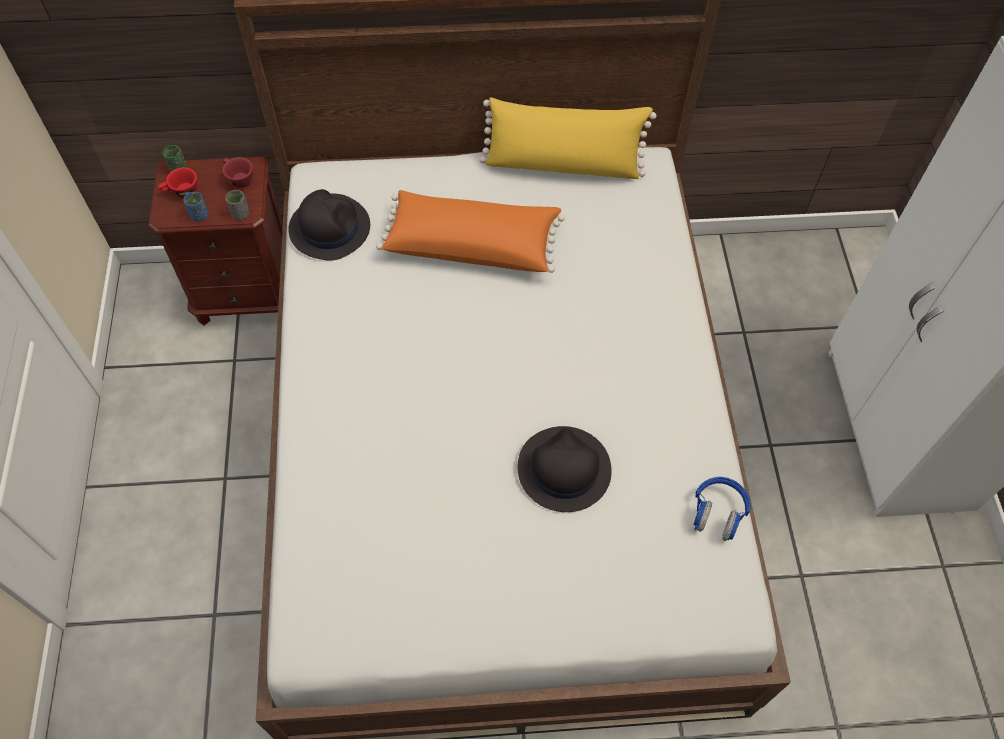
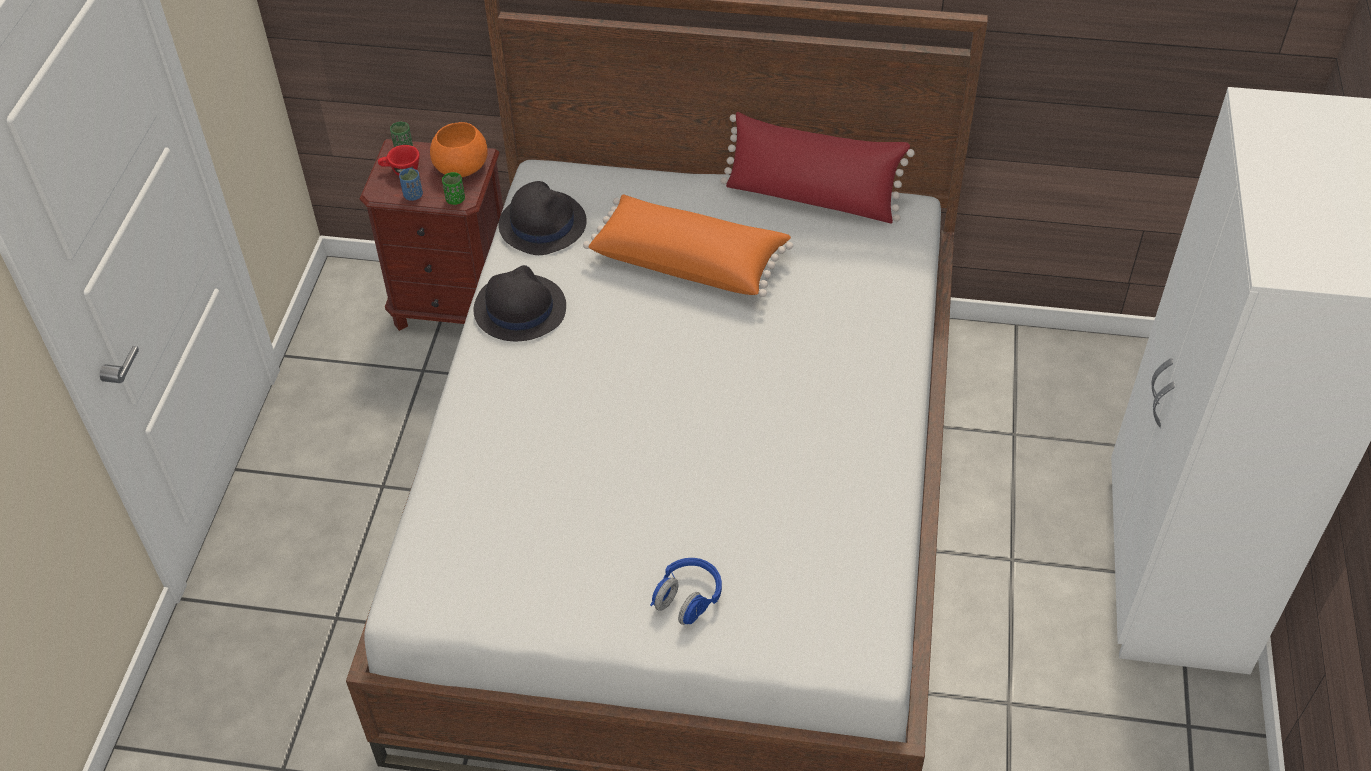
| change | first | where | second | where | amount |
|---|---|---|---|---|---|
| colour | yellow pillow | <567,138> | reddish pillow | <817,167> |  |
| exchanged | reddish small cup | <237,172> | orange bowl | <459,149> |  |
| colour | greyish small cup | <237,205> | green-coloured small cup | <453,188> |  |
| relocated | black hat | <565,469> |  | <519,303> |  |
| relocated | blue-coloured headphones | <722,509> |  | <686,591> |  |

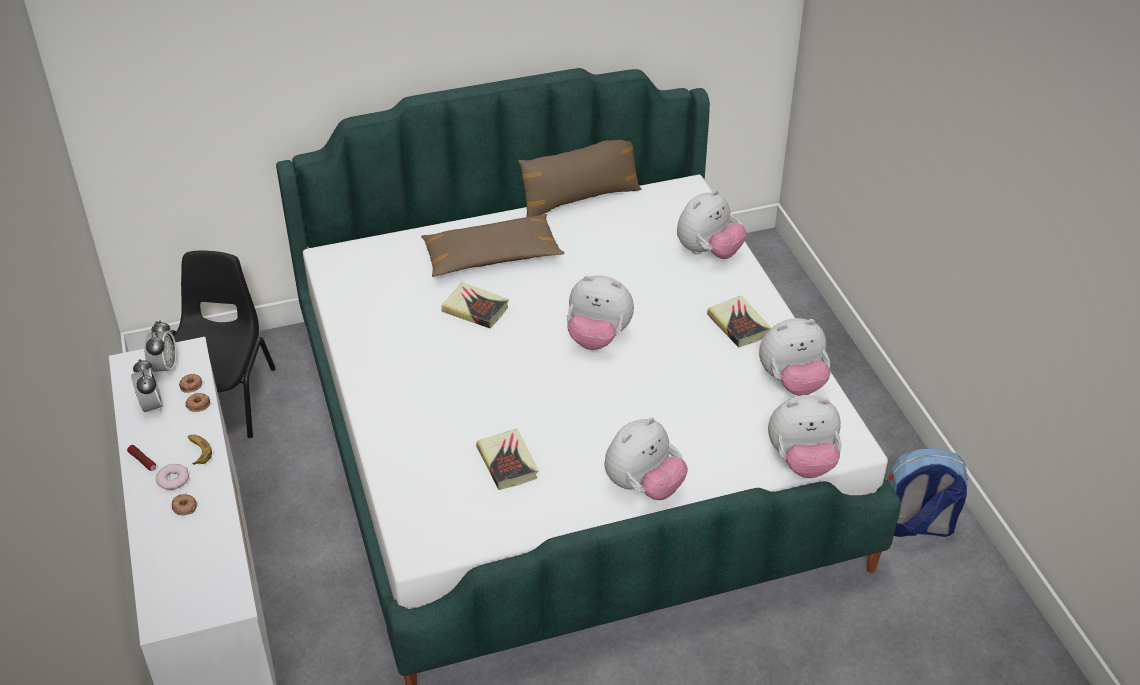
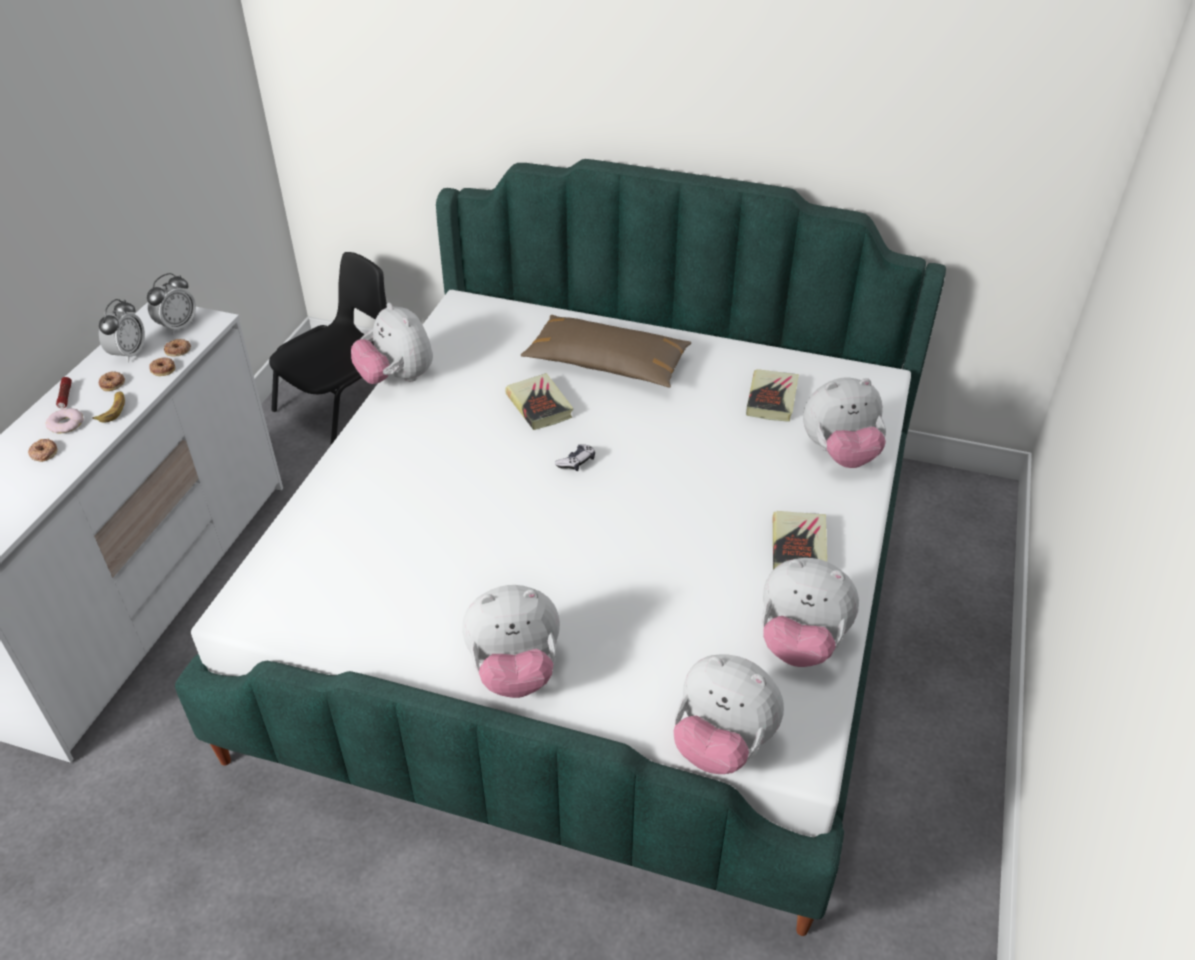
| change | first | where | second | where | amount |
|---|---|---|---|---|---|
| missing | brownish pillow | <579,178> |  |  |  |
| relocated | cuddly toy | <600,312> |  | <392,343> |  |
| relocated | volume | <507,459> |  | <772,395> |  |
| missing | backpack | <927,492> |  |  |  |
| appeared |  |  | doughnut | <112,381> |  |
| appeared |  |  | game controller | <575,457> |  |

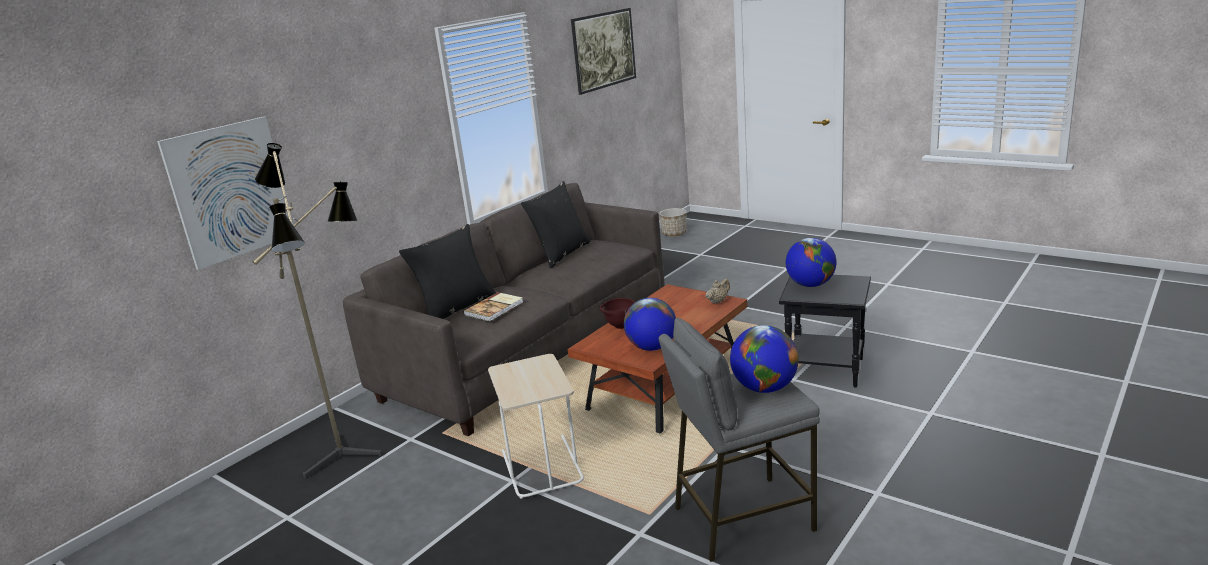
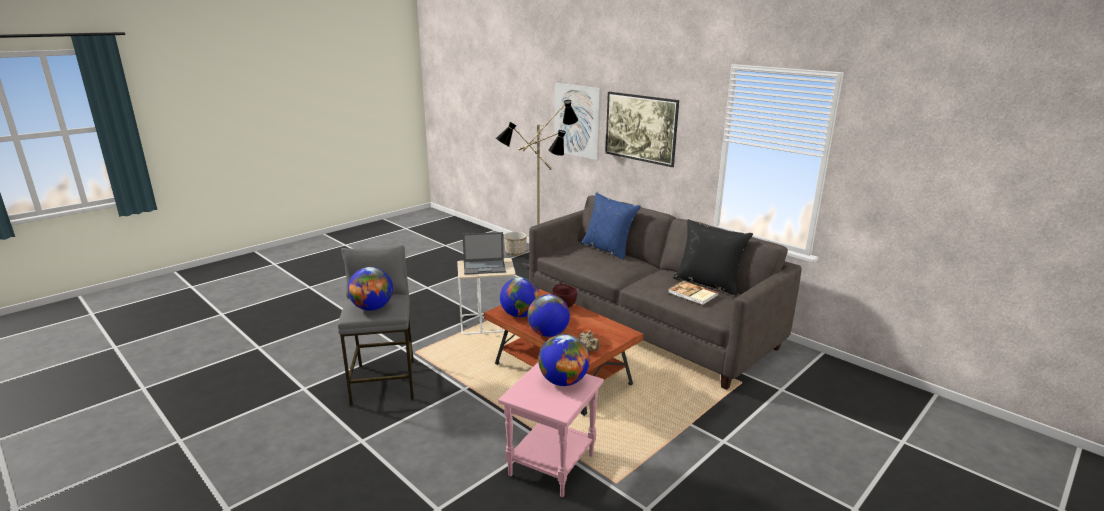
| change | first | where | second | where | amount |
|---|---|---|---|---|---|
| relocated | wall picture | <603,51> |  | <642,129> |  |
| relocated | plant pot | <673,222> |  | <515,244> |  |
| colour | black pillow | <447,271> | blue-coloured pillow | <611,226> |  |
| colour | black side table | <825,331> | pink side table | <551,429> |  |
| relocated | volume | <493,307> |  | <693,293> |  |
| appeared |  |  | notebook computer | <484,253> |  |
| appeared |  |  | desk globe | <548,315> |  |

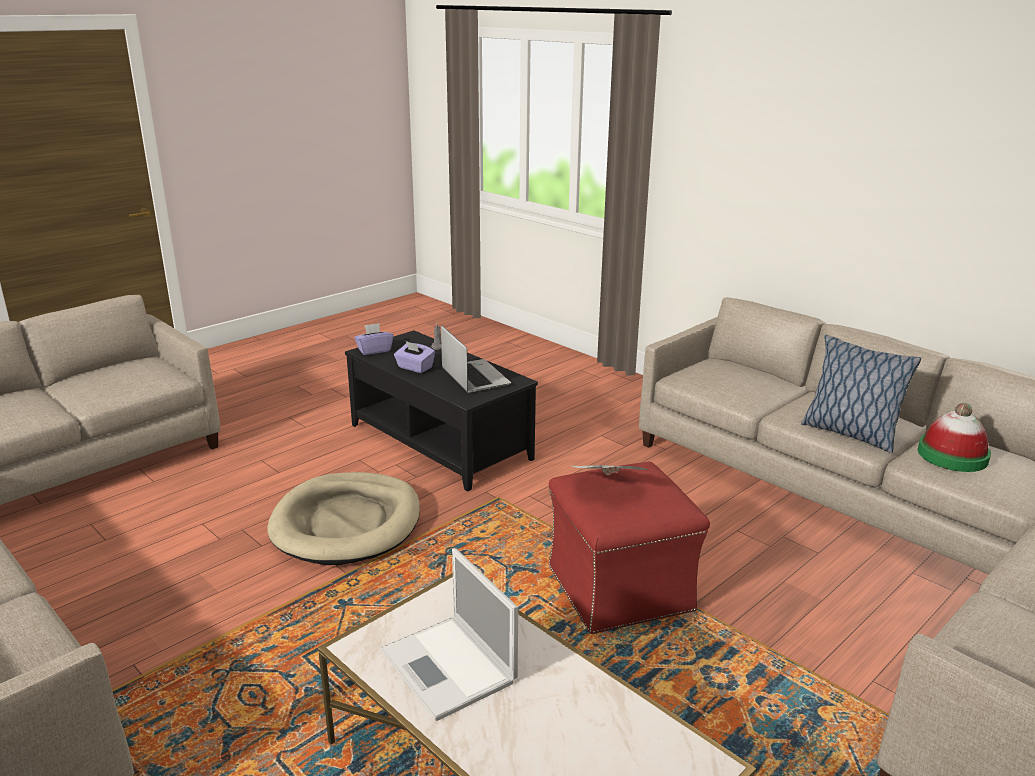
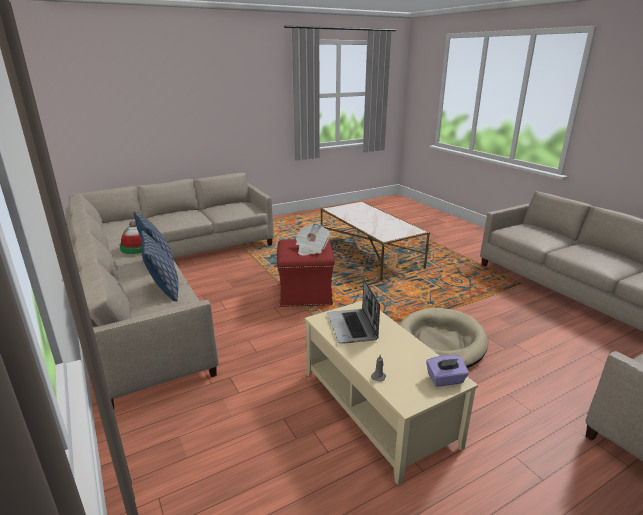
| change | first | where | second | where | amount |
|---|---|---|---|---|---|
| colour | black lounge table | <441,411> | beige lounge table | <391,393> |  |
| missing | purple tissue box | <414,357> |  |  |  |
| missing | notebook computer | <449,634> |  |  |  |
| appeared |  |  | pillow | <159,266> |  |

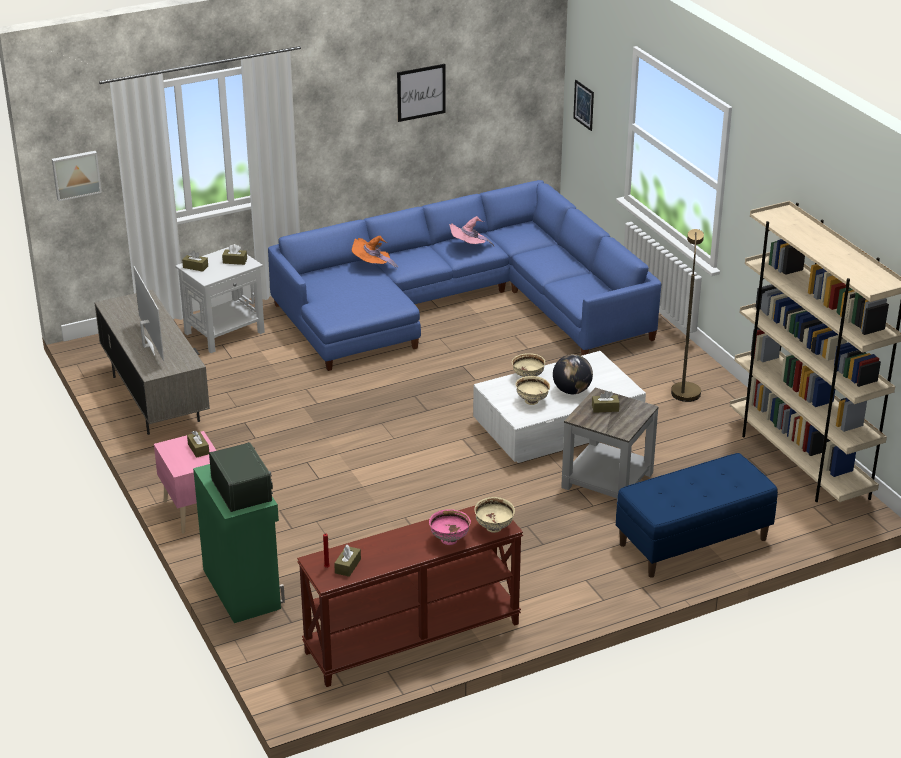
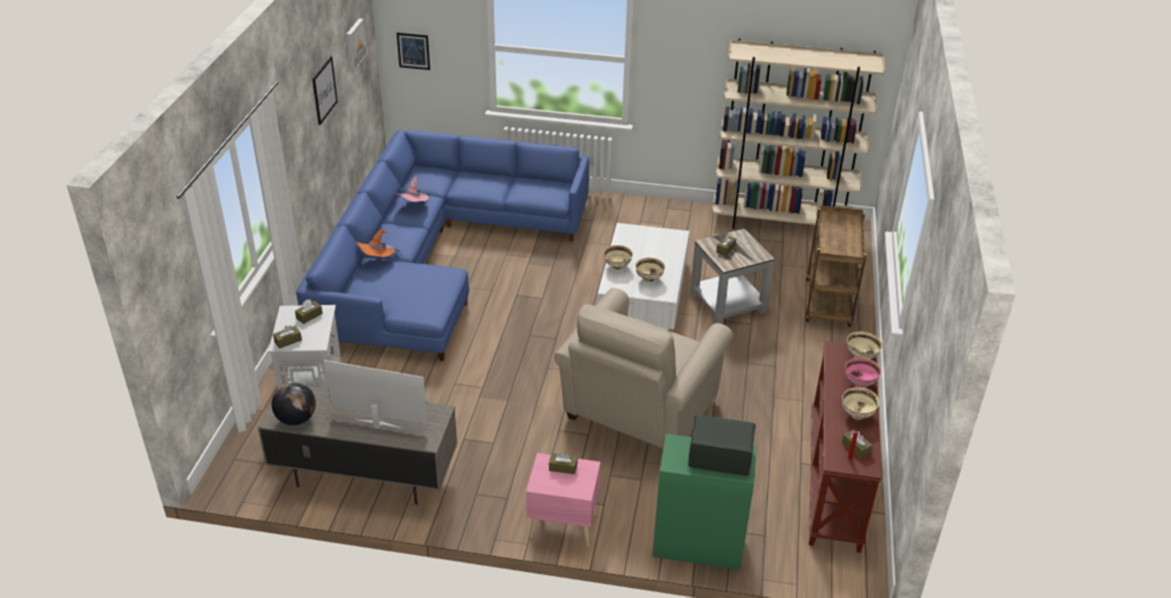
| change | first | where | second | where | amount |
|---|---|---|---|---|---|
| relocated | wall picture | <77,176> |  | <356,44> |  |
| missing | brownish standard lamp | <687,315> |  |  |  |
| relocated | desk globe | <573,374> |  | <294,403> |  |
| exchanged | blue-coloured long seat | <697,515> | brownish cart | <836,266> |  |
| appeared |  |  | beige armchair | <643,368> |  |
| appeared |  |  | beige bowl | <860,403> |  |

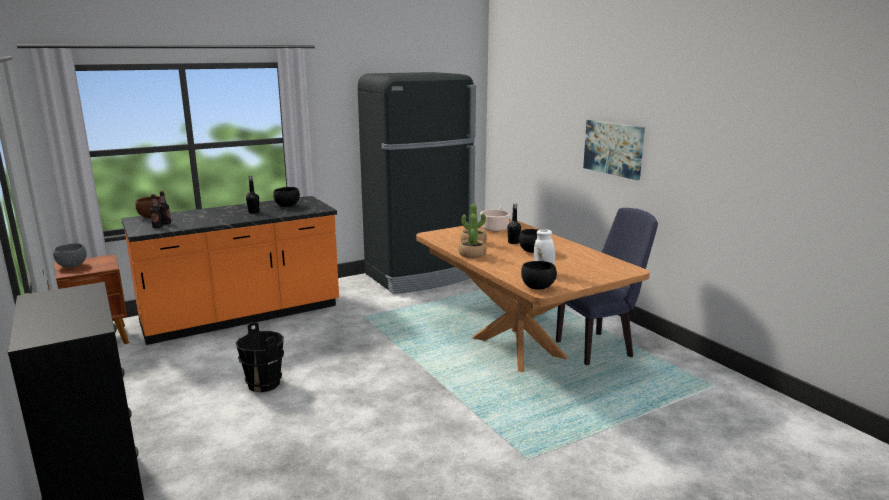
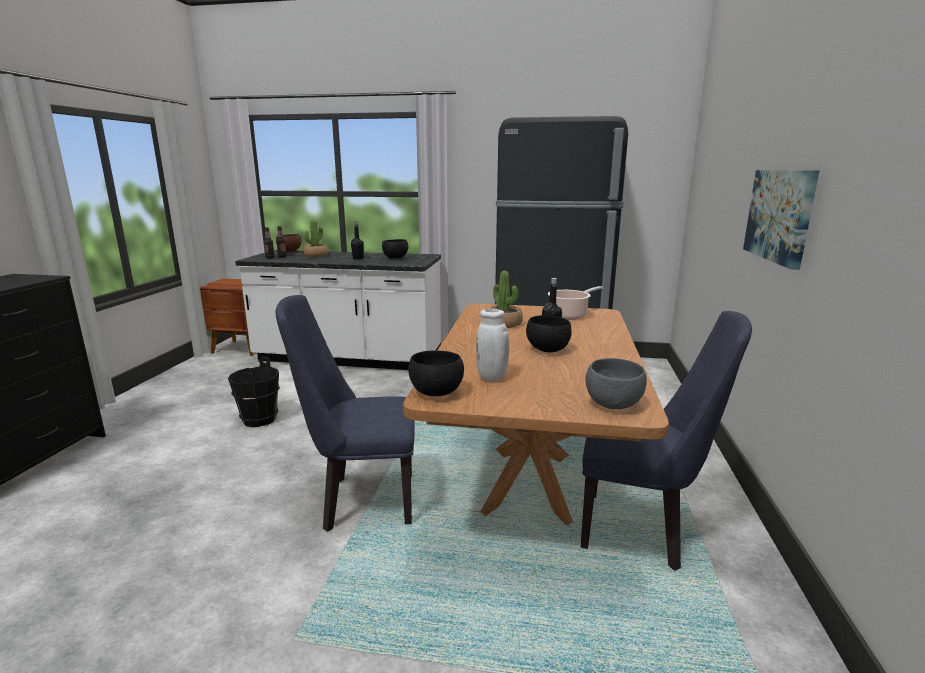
| change | first | where | second | where | amount |
|---|---|---|---|---|---|
| colour | orange kitchen base unit | <230,270> | whitish kitchen base unit | <338,310> |  |
| relocated | plant in a pot | <472,236> |  | <316,238> |  |
| relocated | greyish bowl | <69,255> |  | <616,383> |  |
| appeared |  |  | blue-coloured upright chair | <345,413> |  |

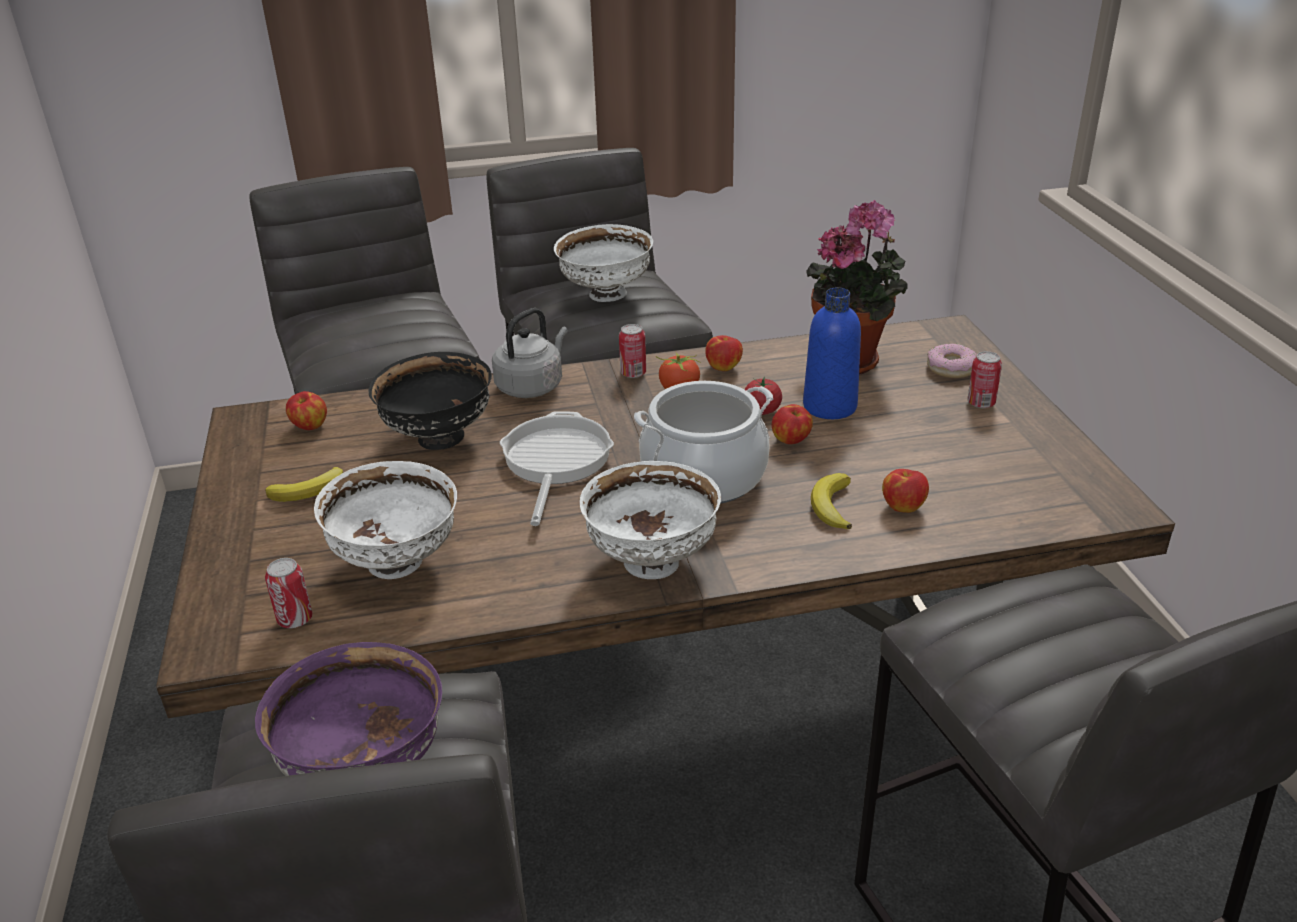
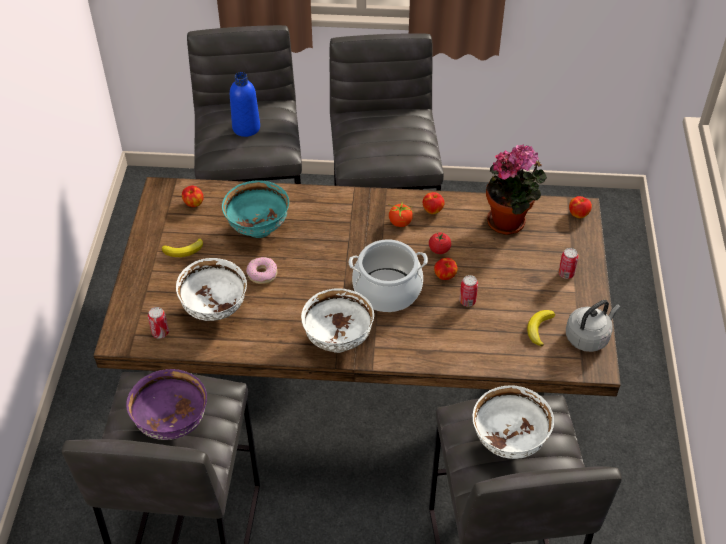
| change | first | where | second | where | amount |
|---|---|---|---|---|---|
| relocated | whitish bowl | <603,263> |  | <513,422> |  |
| relocated | blue-coloured bottle | <832,353> |  | <245,104> |  |
| relocated | greyish water kettle | <530,353> |  | <593,326> |  |
| relocated | sealed can | <632,351> |  | <468,291> |  |
| relocated | doughnut | <952,361> |  | <262,270> |  |
| colour | black bowl | <430,401> | turquoise-coloured bowl | <255,209> |  |
| missing | pan | <557,468> |  |  |  |
| relocated | apple | <905,491> |  | <580,207> |  |
| relocated | banana fruit | <831,501> |  | <541,328> |  |

